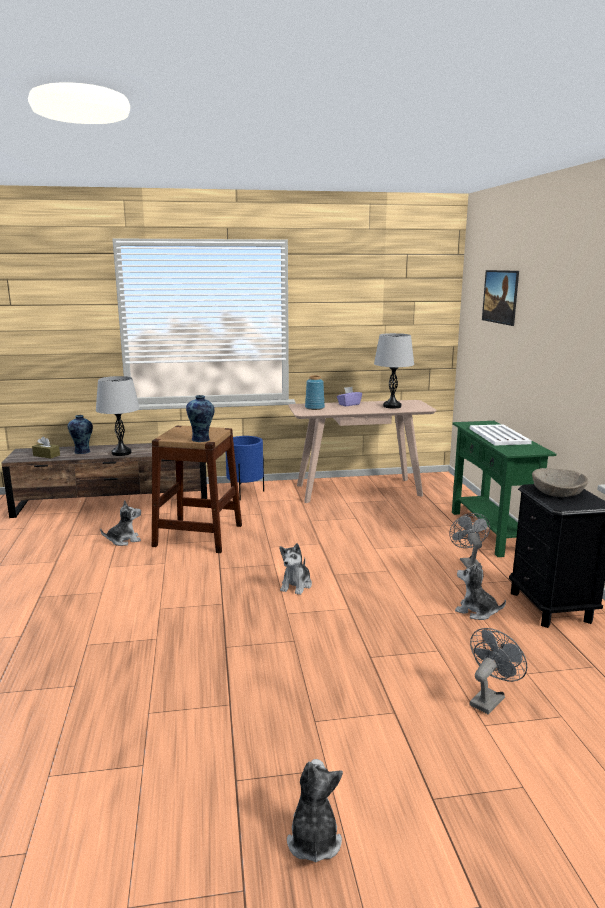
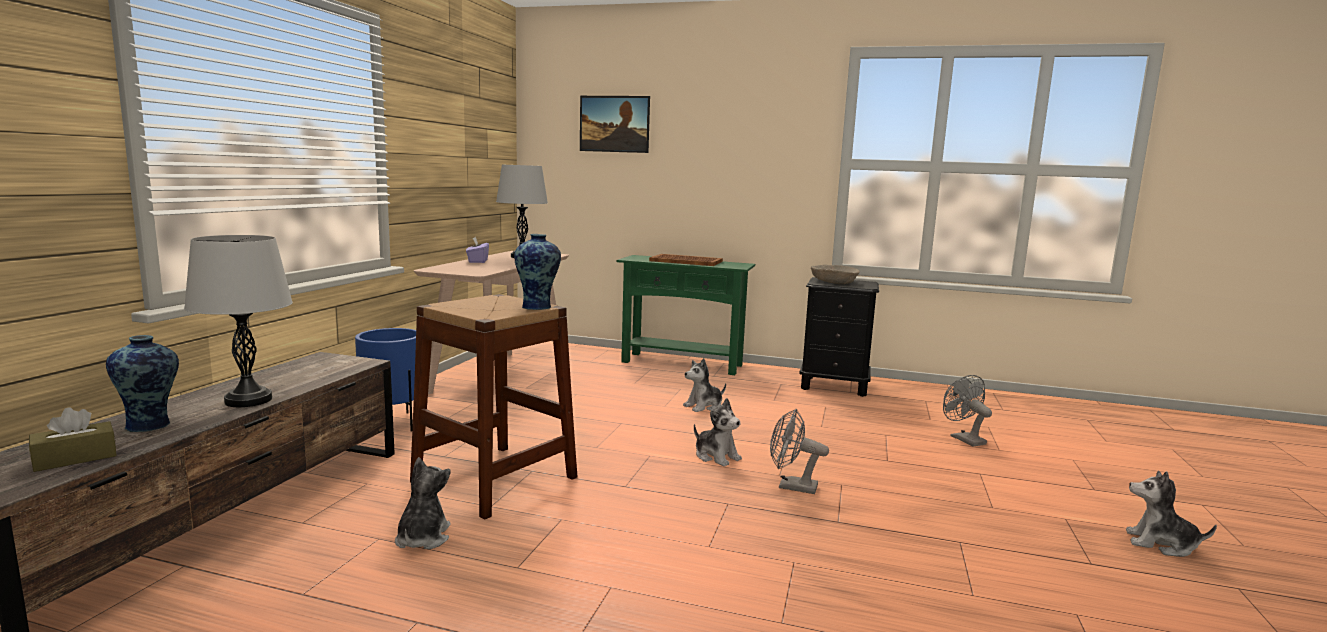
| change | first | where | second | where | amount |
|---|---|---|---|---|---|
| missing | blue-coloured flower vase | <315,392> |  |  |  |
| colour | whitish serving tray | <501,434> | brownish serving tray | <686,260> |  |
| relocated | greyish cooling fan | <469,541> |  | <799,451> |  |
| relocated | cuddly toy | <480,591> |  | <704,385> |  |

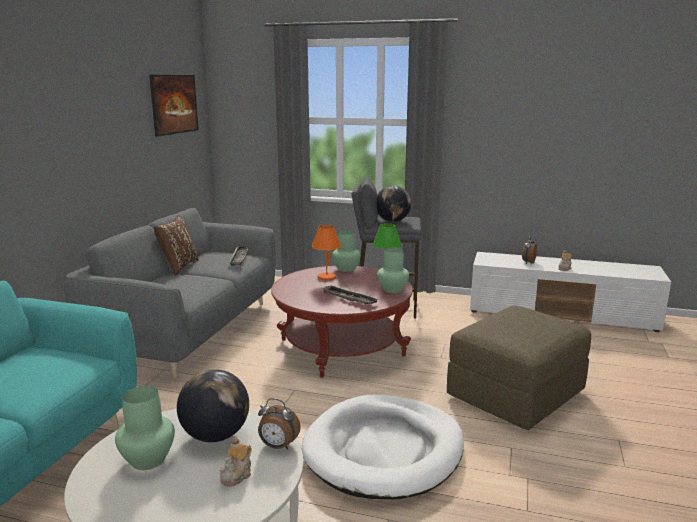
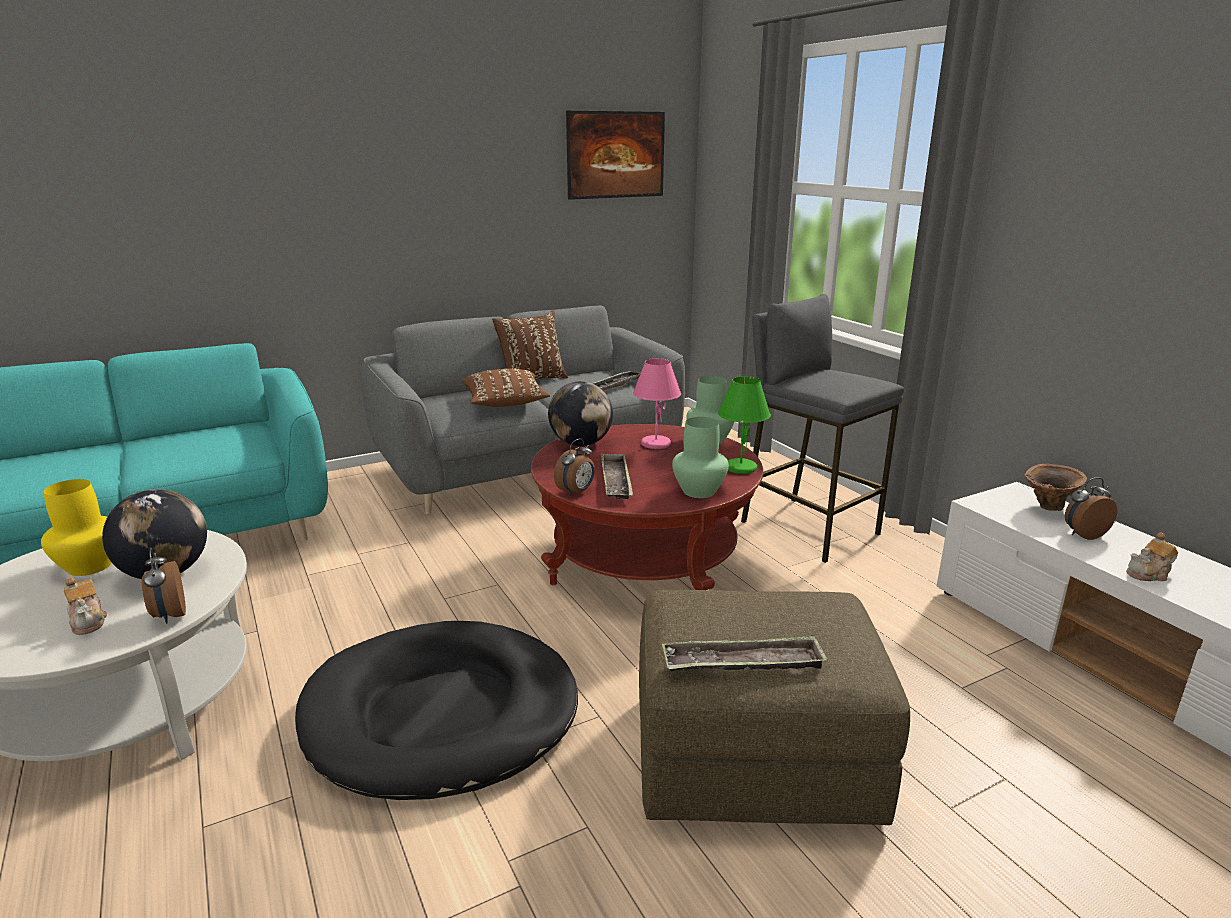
| change | first | where | second | where | amount |
|---|---|---|---|---|---|
| relocated | desk globe | <393,203> |  | <580,413> |  |
| colour | orange table lamp | <326,253> | pink table lamp | <657,403> |  |
| colour | green-coloured flower vase | <145,428> | yellow flower vase | <76,527> |  |
| colour | whitish dog bed | <383,446> | black dog bed | <436,710> |  |
| spun | teapot | <235,462> |  | <85,606> | 105 degrees counterclockwise |
| appeared |  |  | brownish pillow | <506,388> |  |
| appeared |  |  | table clock | <574,467> |  |
| appeared |  |  | brownish flower vase | <1055,487> |  |
| appeared |  |  | serving tray | <745,653> |  |

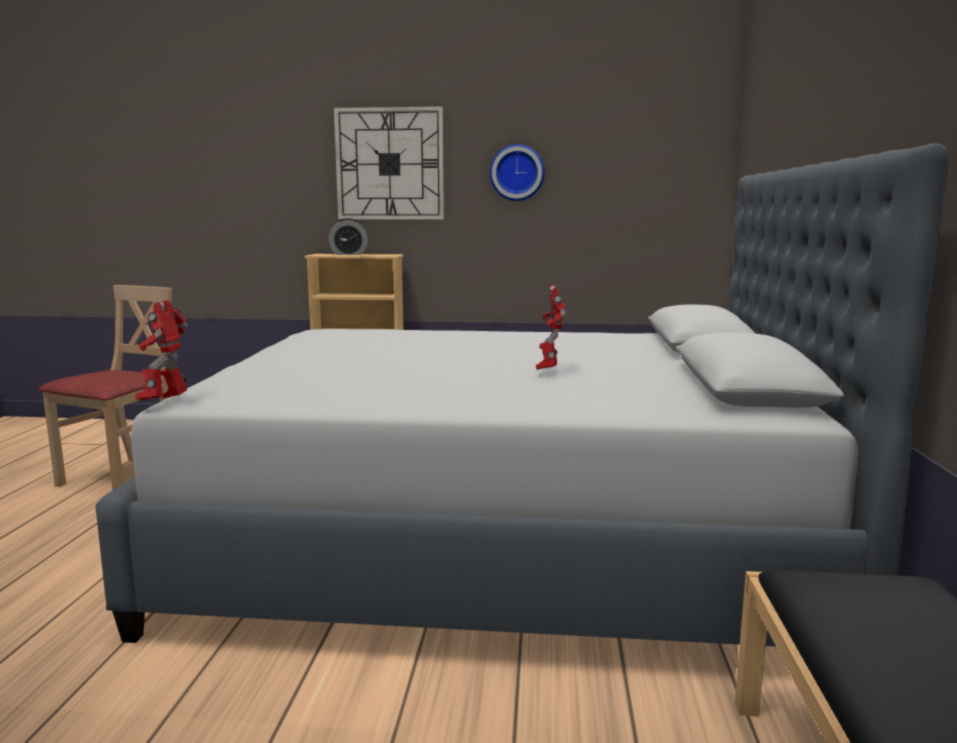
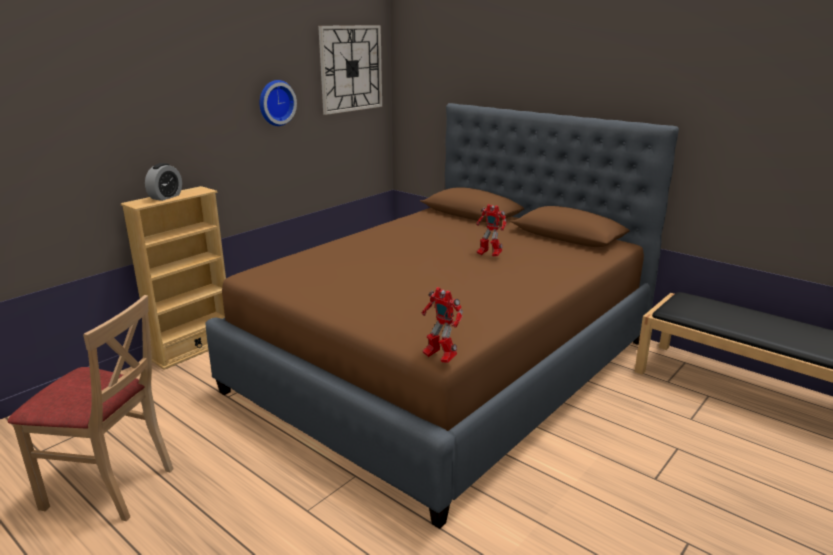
| change | first | where | second | where | amount |
|---|---|---|---|---|---|
| relocated | clock on the wall | <389,163> |  | <350,70> |  |
| colour | greyish sleeping bed | <522,394> | brownish sleeping bed | <442,316> |  |
| spun | beige upright chair | <105,388> |  | <91,408> | 135 degrees clockwise |

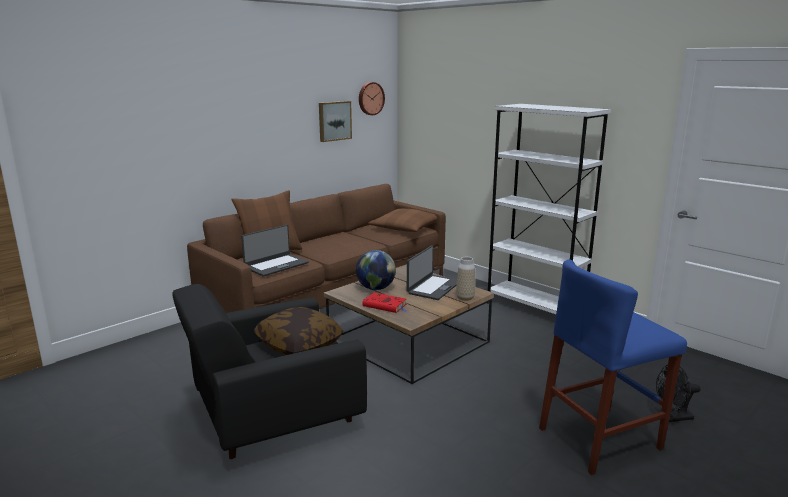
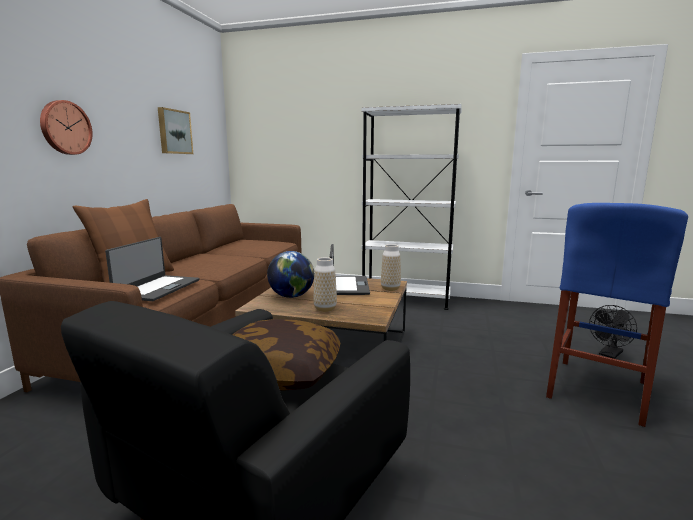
| change | first | where | second | where | amount |
|---|---|---|---|---|---|
| relocated | clock on the wall | <372,98> |  | <66,127> |  |
| missing | brownish pillow | <402,220> |  |  |  |
| exchanged | reddish volume | <384,303> | flower vase | <325,284> |  |

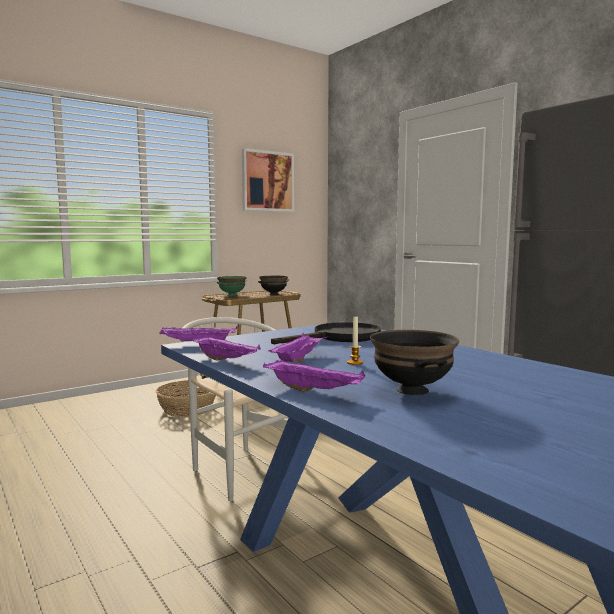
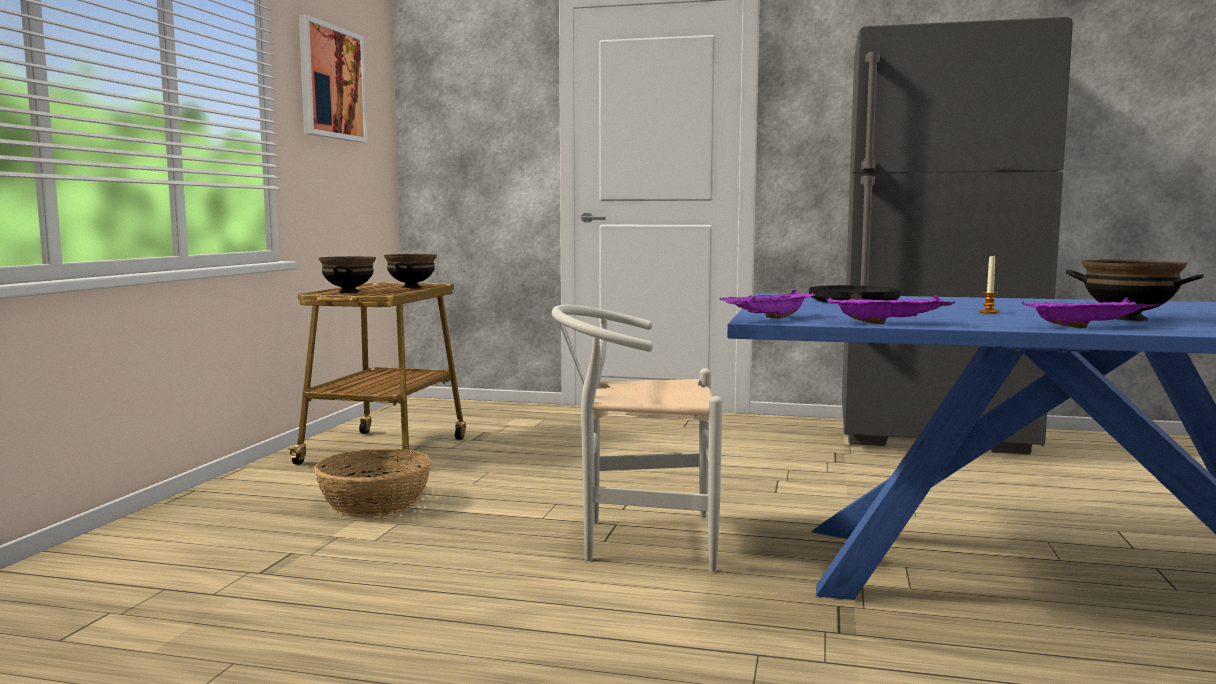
| change | first | where | second | where | amount |
|---|---|---|---|---|---|
| colour | green-coloured bowl | <232,286> | black bowl | <347,274> |  |
| missing | purple serving tray | <298,347> |  |  |  |

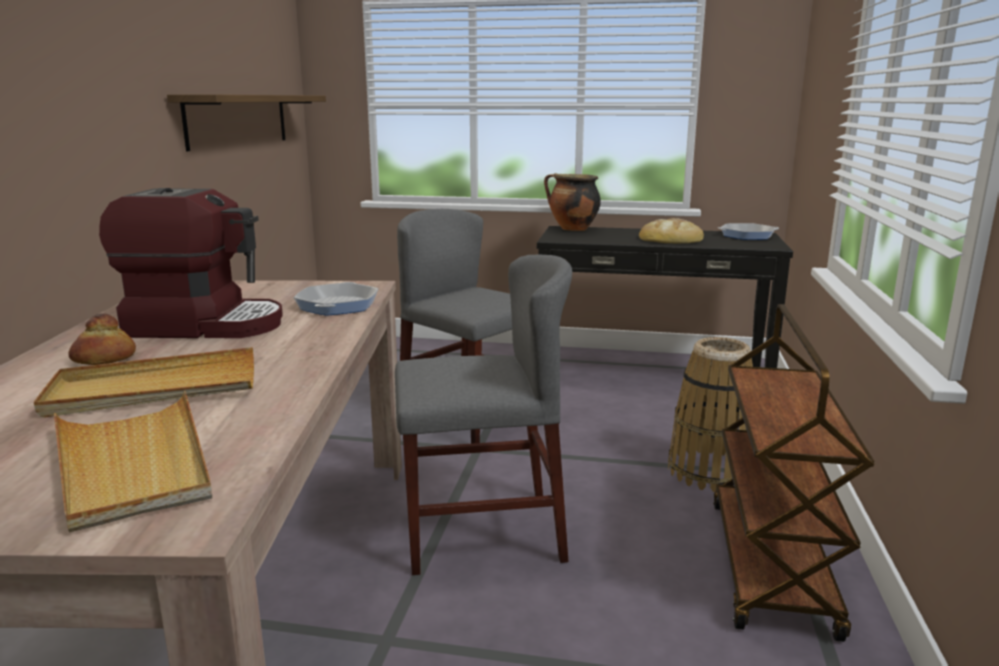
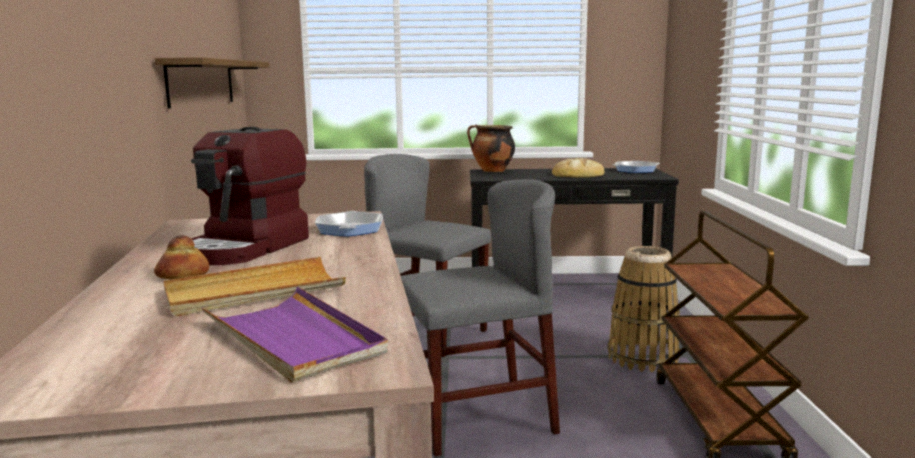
| change | first | where | second | where | amount |
|---|---|---|---|---|---|
| spun | coffee maker | <191,263> |  | <250,196> | 120 degrees clockwise |
| colour | beige serving tray | <133,462> | purple serving tray | <295,335> |  |

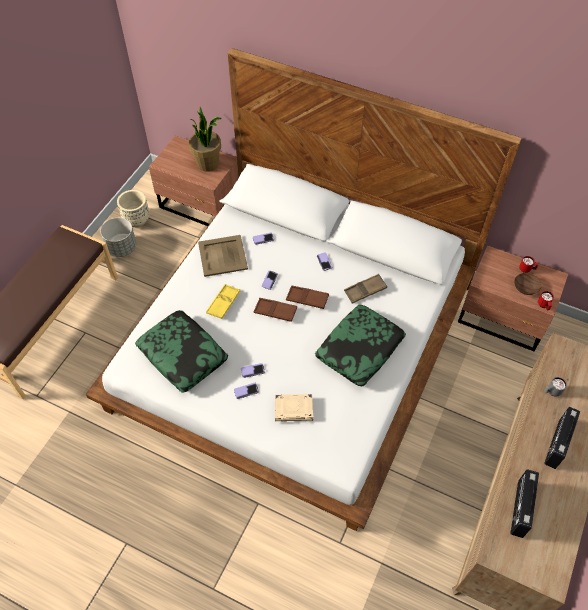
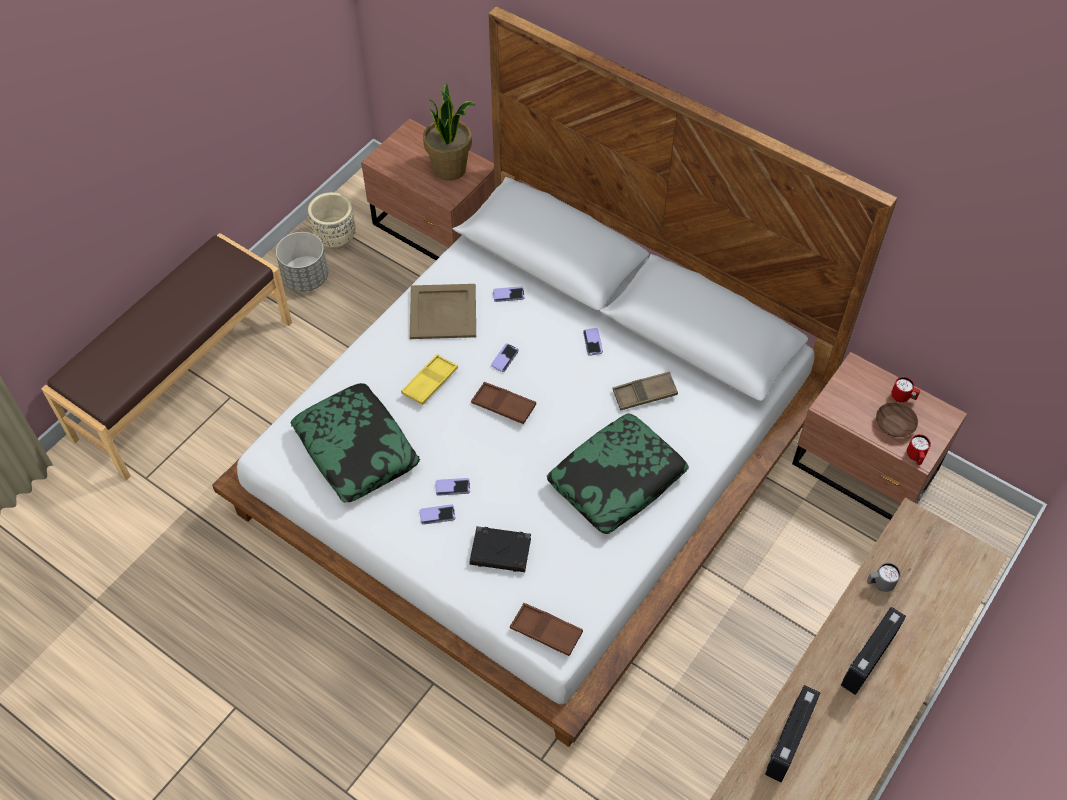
| change | first | where | second | where | amount |
|---|---|---|---|---|---|
| relocated | brownish serving tray | <307,297> |  | <546,629> |  |
| colour | beige volume | <294,408> | black volume | <500,549> |  |

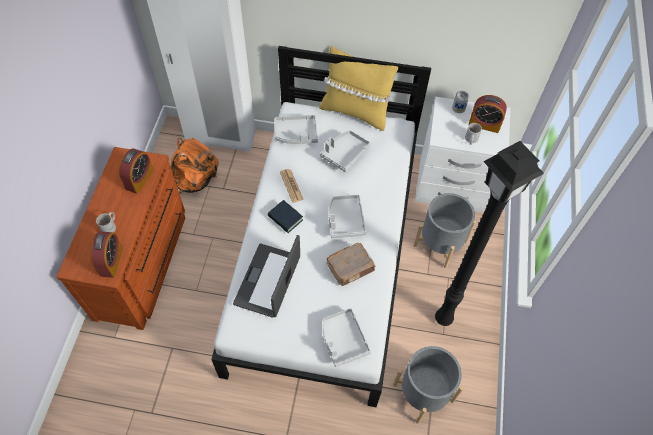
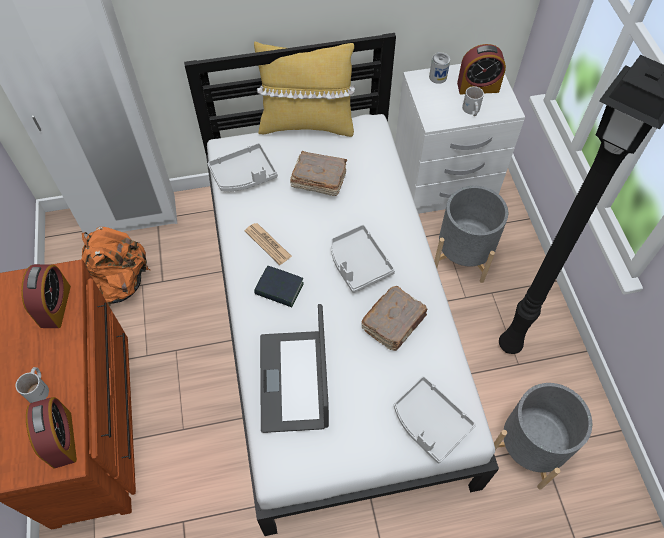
| change | first | where | second | where | amount |
|---|---|---|---|---|---|
| exchanged | greyish serving tray | <345,151> | brownish volume | <318,173> |  |

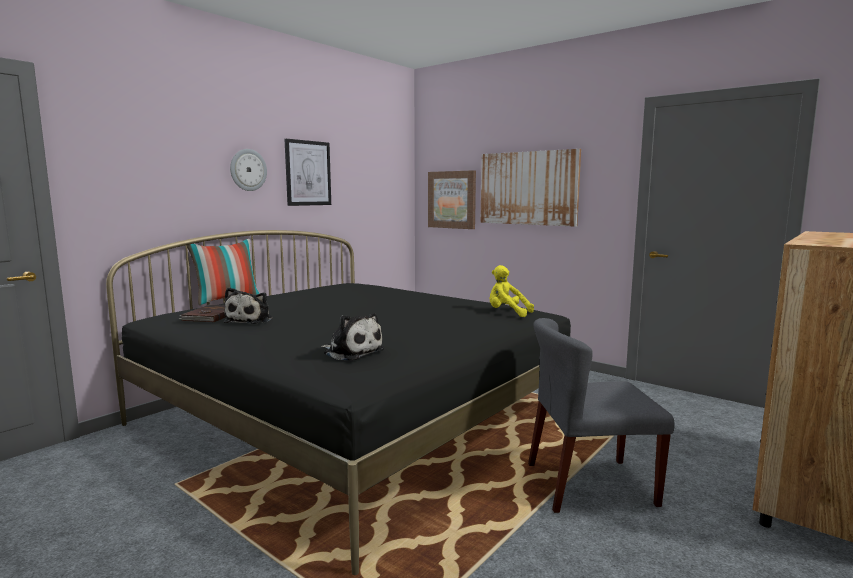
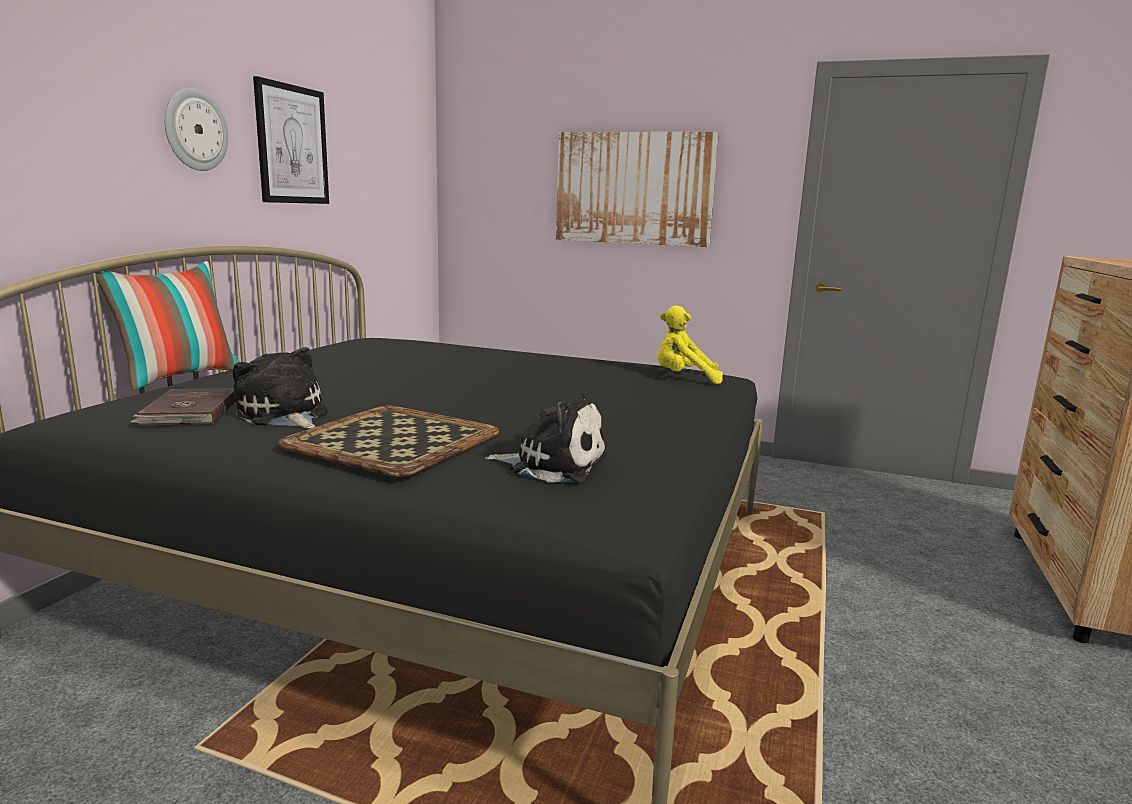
| change | first | where | second | where | amount |
|---|---|---|---|---|---|
| missing | wall picture | <452,199> |  |  |  |
| spun | cuddly toy | <248,305> |  | <280,388> | 150 degrees clockwise |
| missing | greyish upright chair | <601,415> |  |  |  |
| appeared |  |  | serving tray | <388,441> |  |

